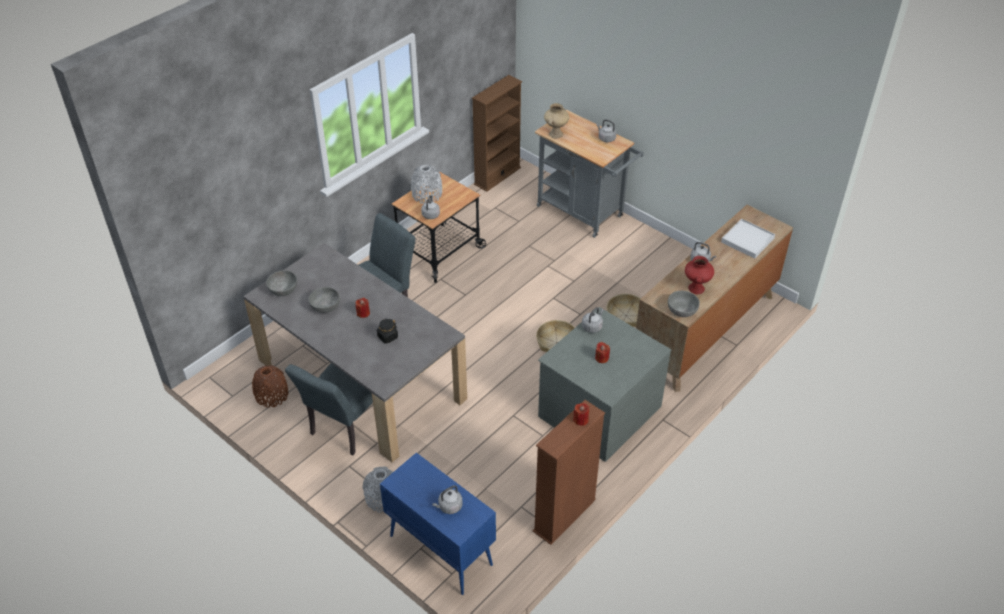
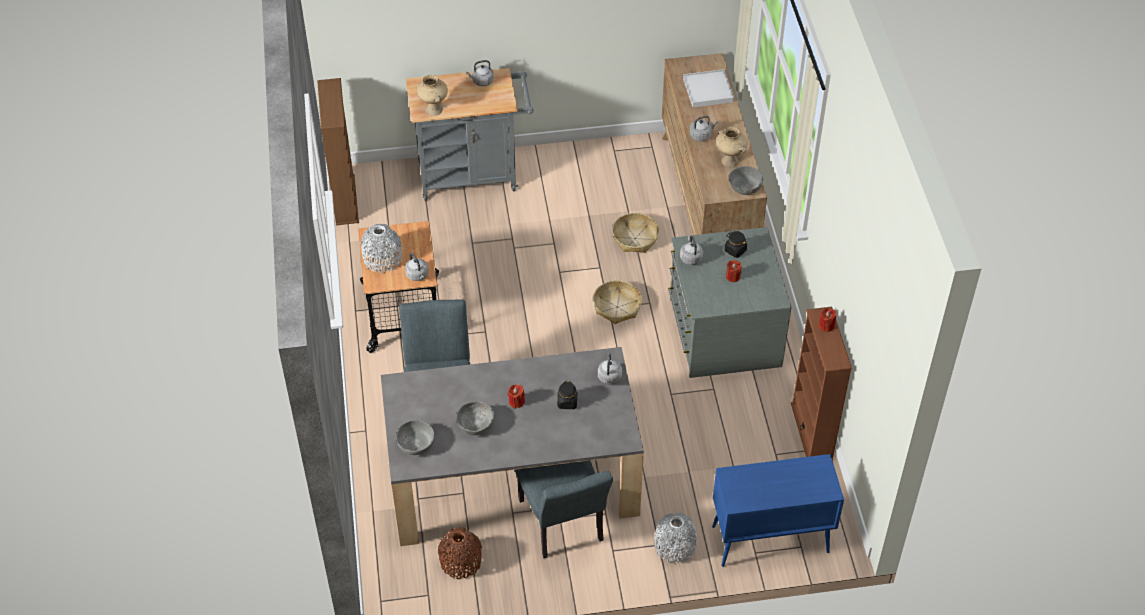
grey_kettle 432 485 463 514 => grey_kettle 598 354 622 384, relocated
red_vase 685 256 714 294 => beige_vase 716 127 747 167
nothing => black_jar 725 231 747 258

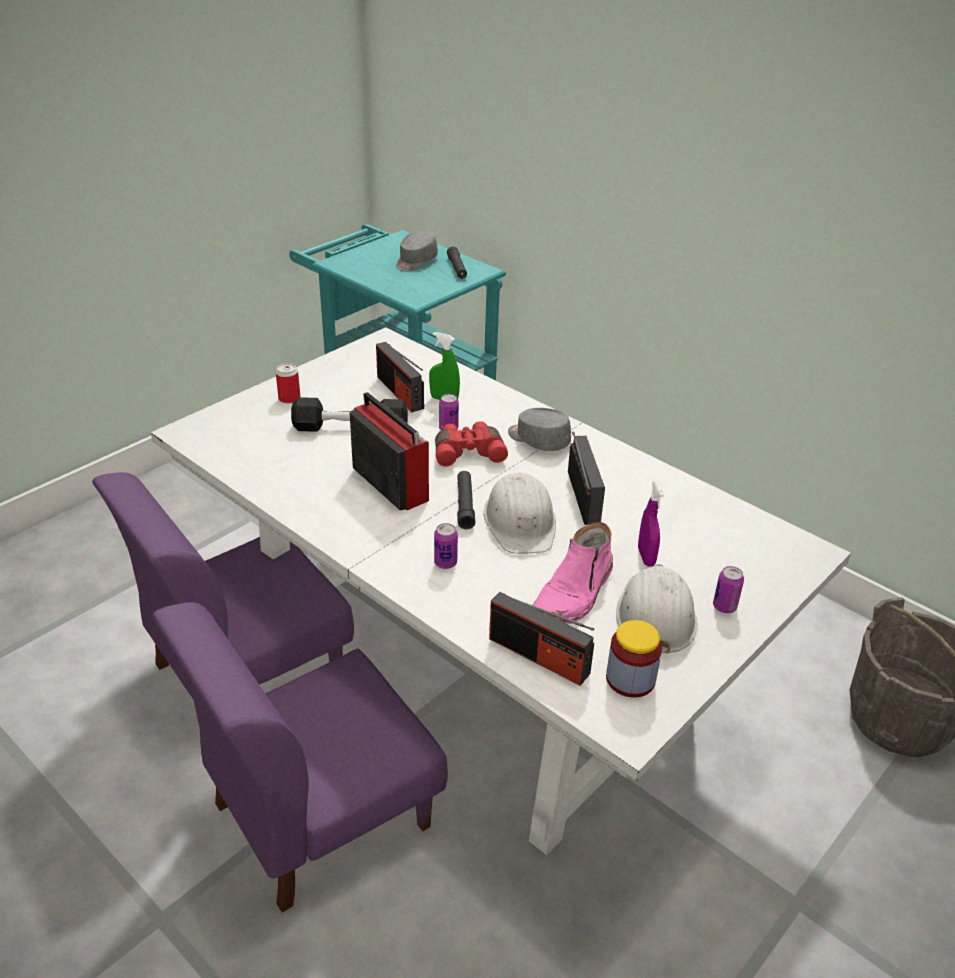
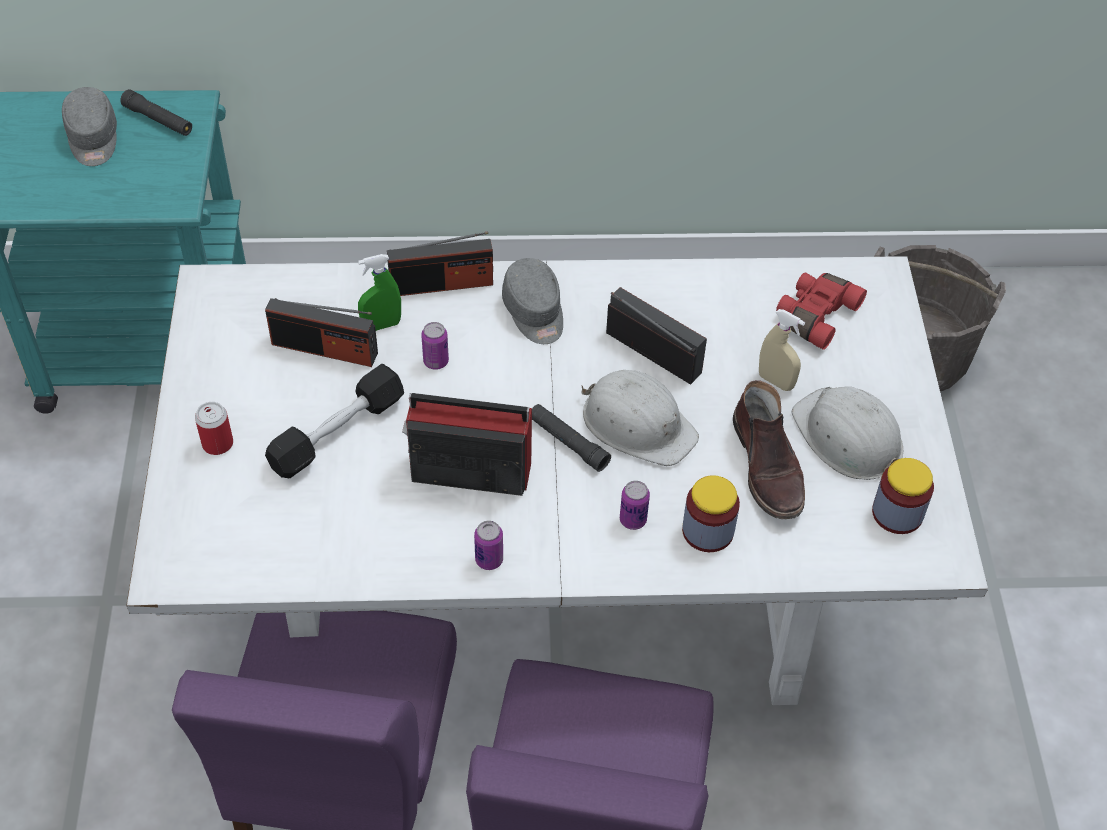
radio 489 592 594 686 => radio 387 231 493 296, relocated
can 713 566 744 613 => can 474 521 503 570, relocated
grey_cap 508 408 571 451 => grey_cap 502 258 563 344, 105 degrees counterclockwise
nothing => jar 682 475 740 552
pink_boot 533 522 613 624 => brown_boot 733 380 805 519
purple_spray_bottle 638 481 664 567 => beige_spray_bottle 759 309 805 391
red_binoculars 435 421 508 467 => red_binoculars 776 273 867 350, relocated

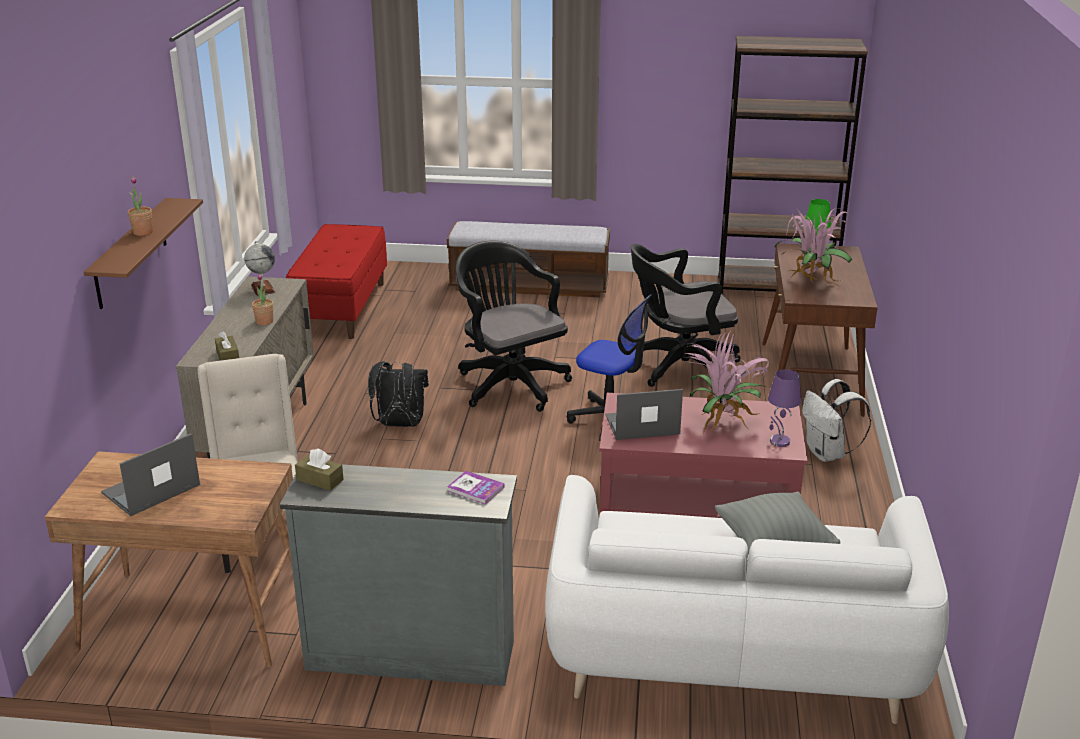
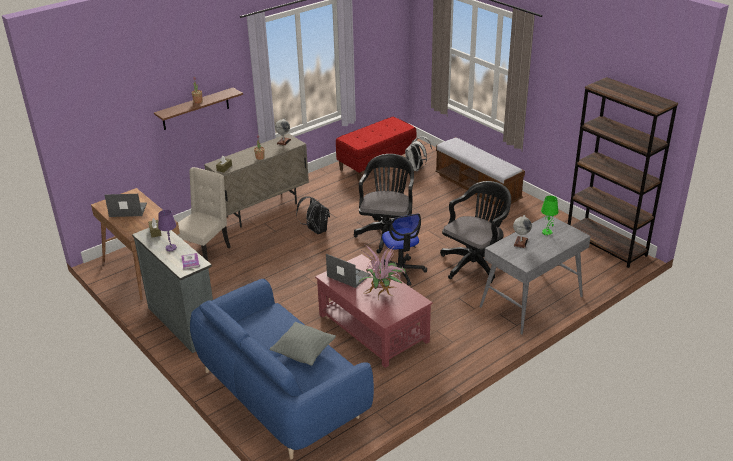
purple_table_lamp 768 369 801 447 => purple_table_lamp 158 210 177 251, relocated
white_sofa 545 475 949 724 => blue_sofa 190 279 374 459
white_backpack 802 379 871 462 => white_backpack 405 136 432 171, relocated
black_office_chair 631 244 741 387 => black_office_chair 440 181 511 283, 105 degrees clockwise
brown_desk 762 243 878 417 => grey_desk 480 216 591 335
potted_plant 775 208 852 286 => globe 513 215 532 248

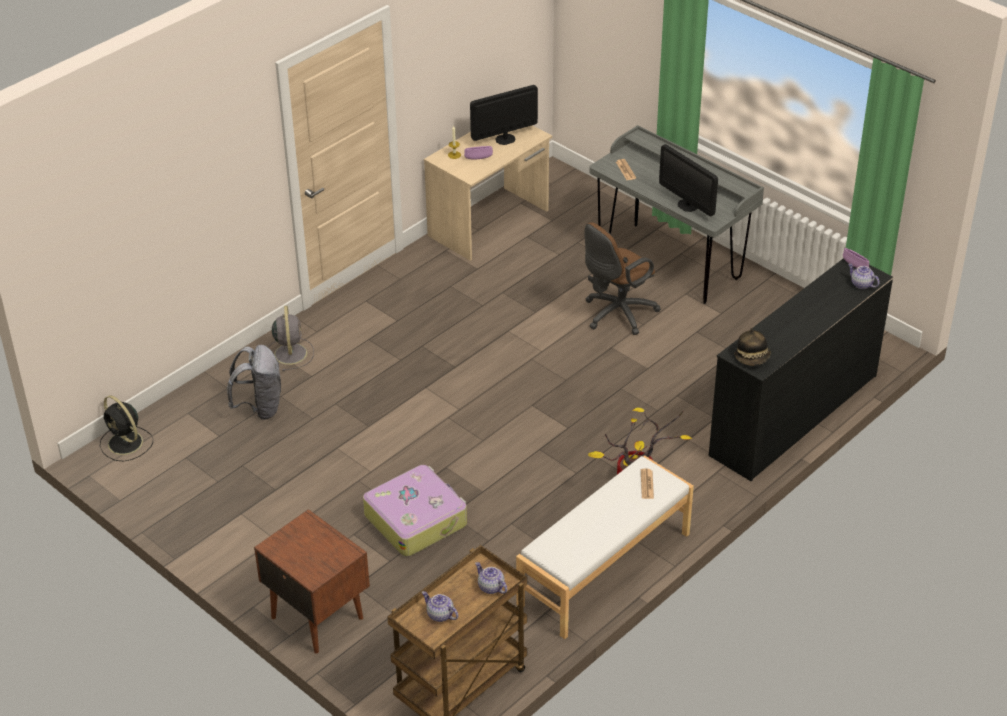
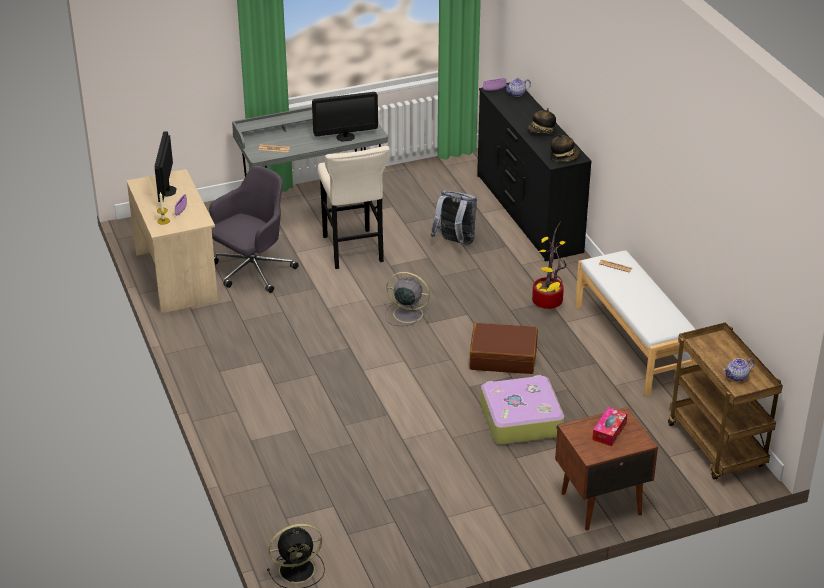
nothing => grey_office_chair 209 166 299 293
brown_office_chair 584 222 661 335 => beige_stool 318 146 390 269
grey_fan 268 306 314 371 => grey_fan 385 272 430 326, relocated
grey_backpack 227 345 281 420 => grey_backpack 431 191 477 245, relocated
nothing => brown_suitcase 469 323 538 374
nothing => hat 528 108 556 134
nothing => tissue_box 592 407 628 446
teapot 475 562 507 594 => nothing

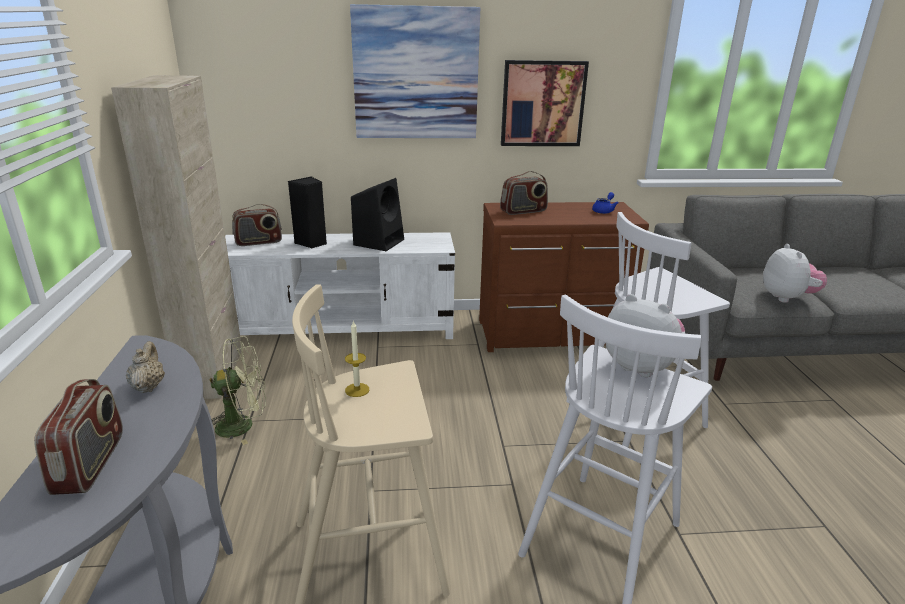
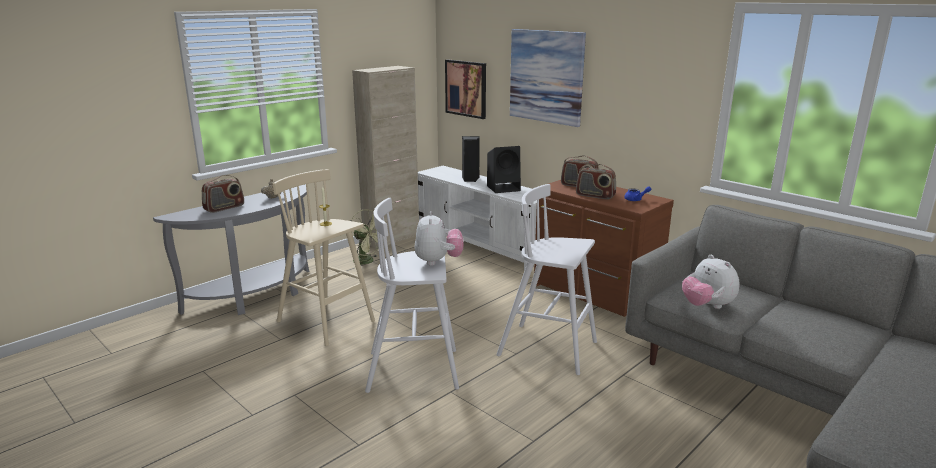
picture 501 60 589 146 => picture 445 60 486 119, relocated
radio 232 204 282 246 => radio 576 164 616 199, relocated
plush_toy 763 244 827 303 => plush_toy 682 255 740 309, 105 degrees clockwise

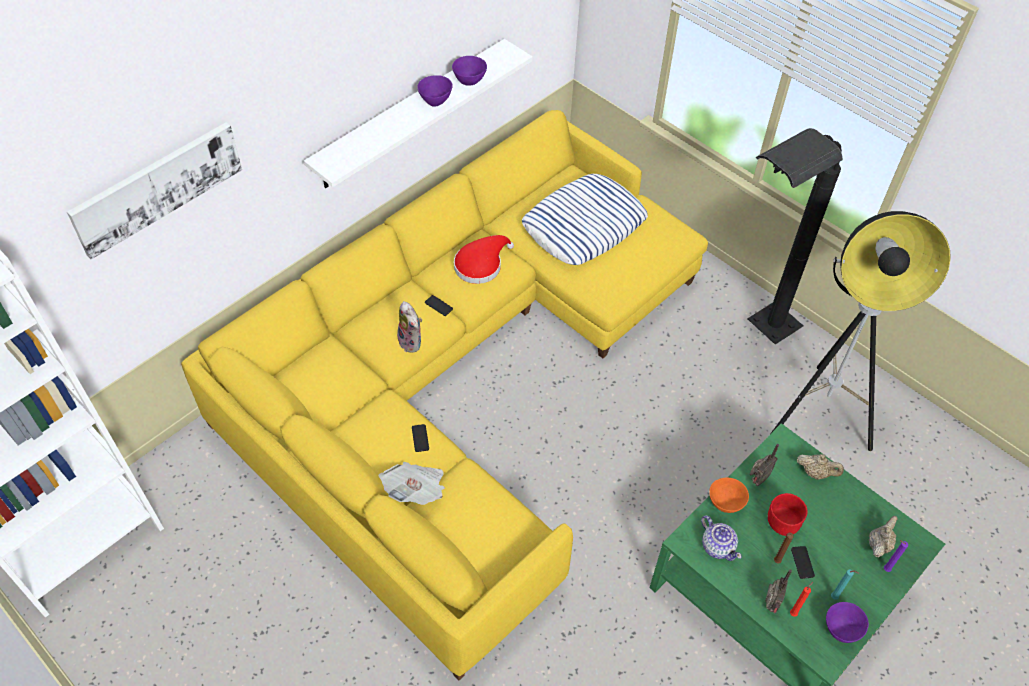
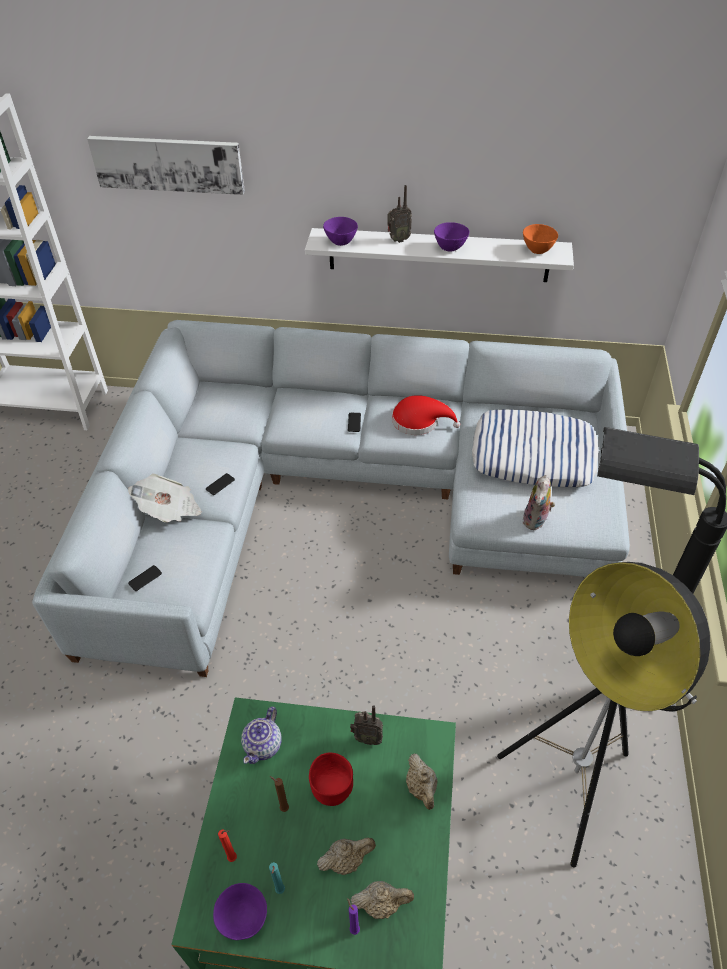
yellow_sofa 181 110 708 681 => grey_sofa 32 320 630 677
phone 791 546 815 579 => phone 128 565 162 591, relocated
nothing => beige_teapot 317 838 376 875
purple_bowl 452 56 487 86 => purple_bowl 323 217 358 246, relocated
radio 765 569 792 613 => radio 387 185 412 243, relocated
orange_bowl 709 477 749 513 => orange_bowl 523 224 558 254, relocated
plush_toy 397 301 422 353 => plush_toy 523 475 555 530, relocated

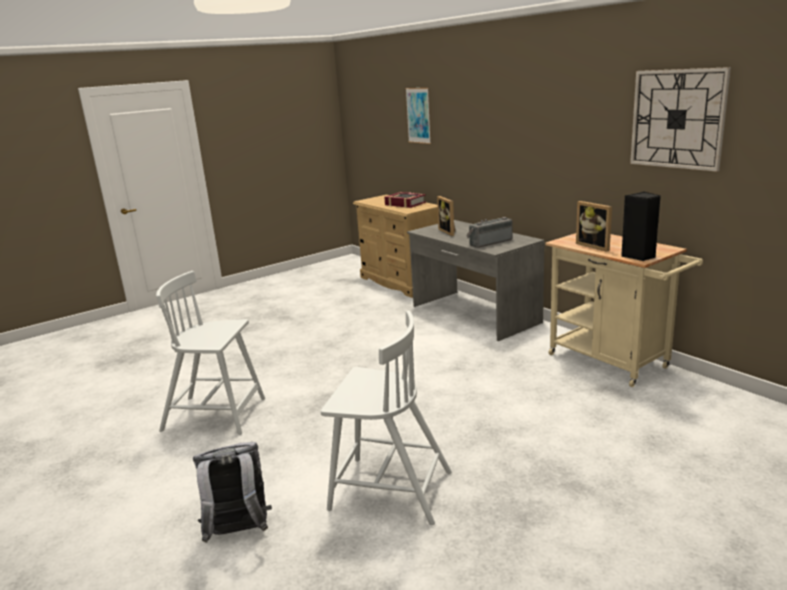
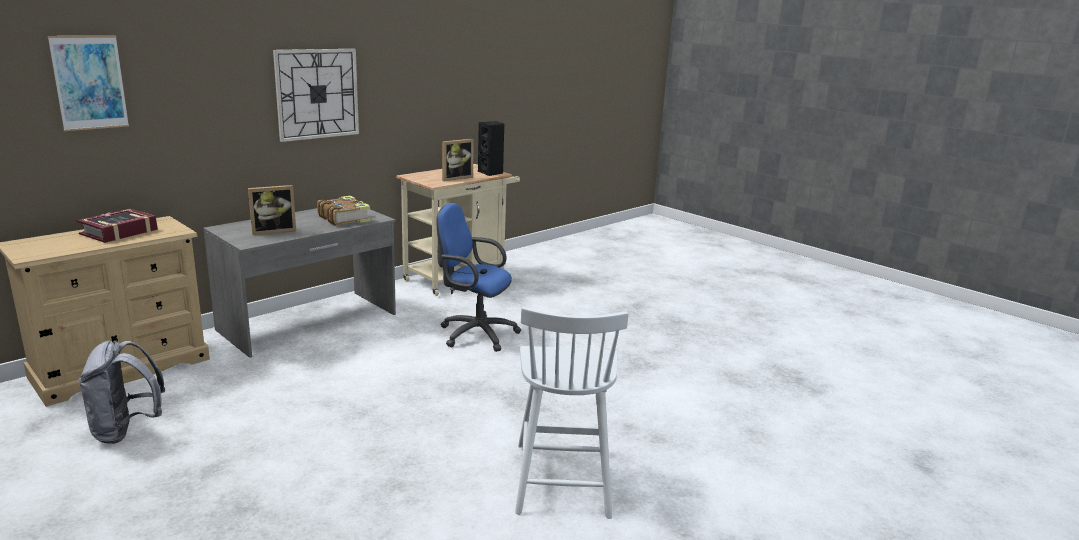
grey_backpack 193 442 272 543 => grey_backpack 78 341 165 444, relocated
wall_clock 630 67 731 172 => wall_clock 273 49 359 142, relocated
radio 466 217 512 248 => book 317 196 370 226
nothing => blue_office_chair 437 203 521 352
white_chair 321 311 452 525 => nothing

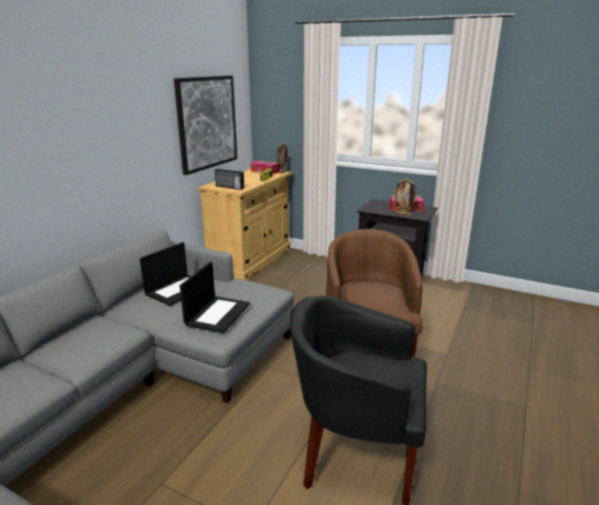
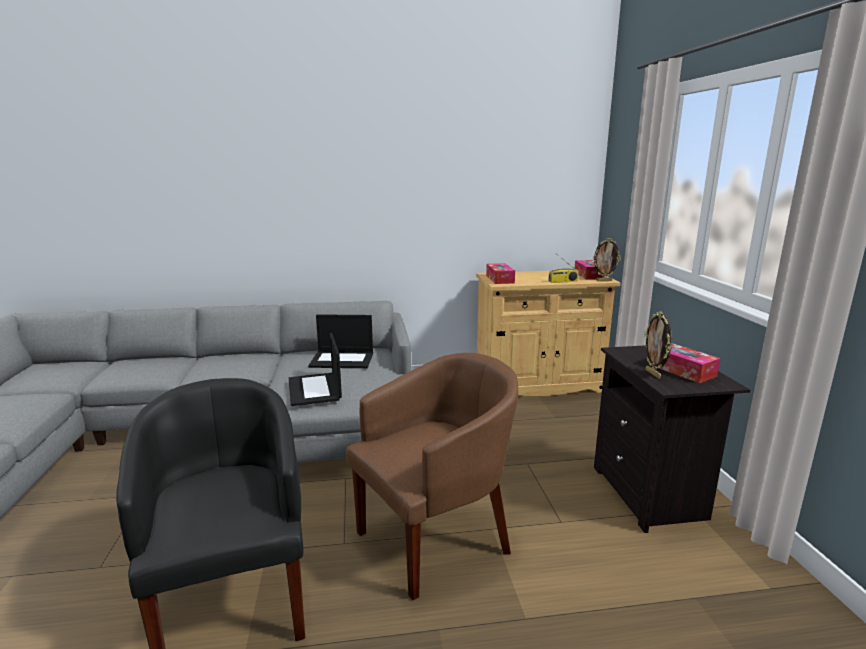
laptop 180 261 250 333 => laptop 289 333 342 406, 90 degrees clockwise
radio 215 169 244 190 => tissue_box 486 263 515 284
picture 174 76 237 175 => nothing

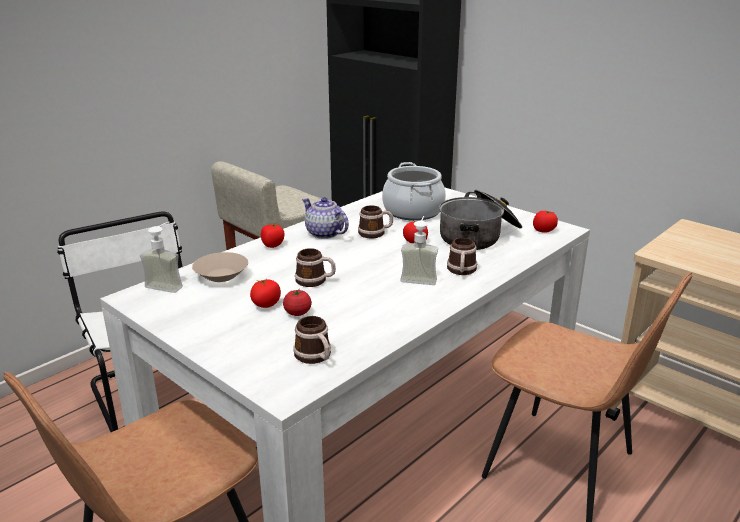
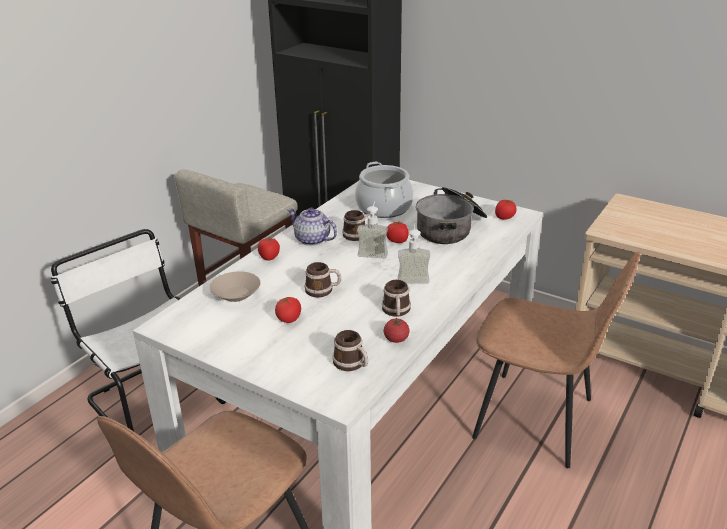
soap_dispenser 140 222 183 293 => soap_dispenser 357 201 388 258, relocated
mug 447 238 477 275 => mug 382 280 411 317, relocated
tomato 283 289 312 316 => tomato 384 317 410 343, relocated

